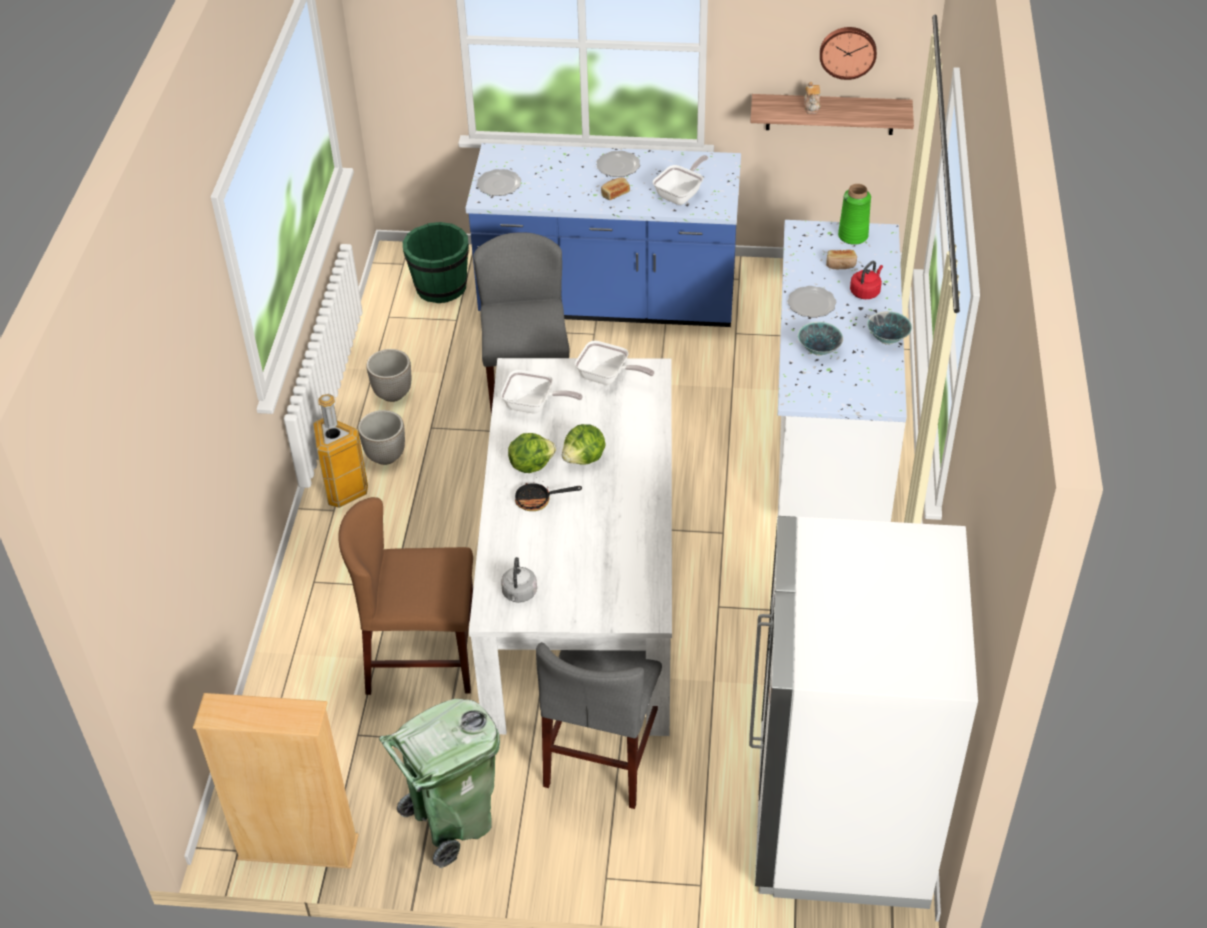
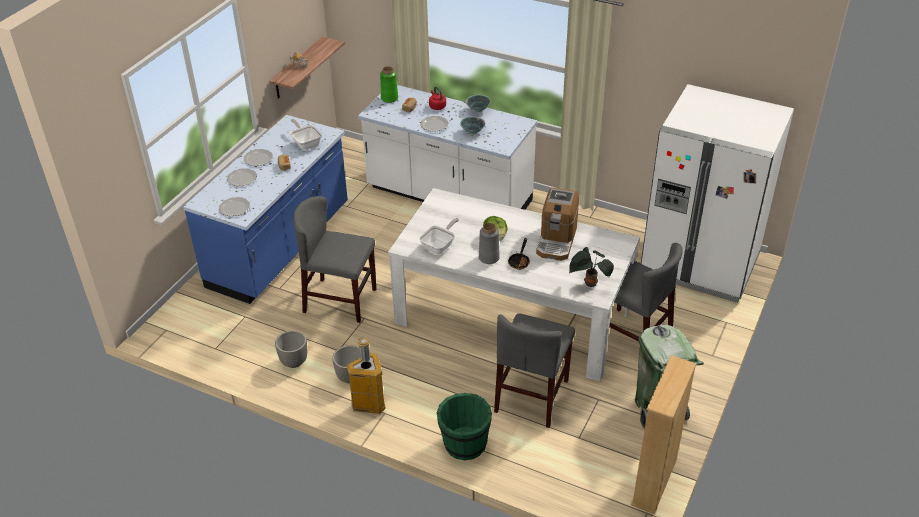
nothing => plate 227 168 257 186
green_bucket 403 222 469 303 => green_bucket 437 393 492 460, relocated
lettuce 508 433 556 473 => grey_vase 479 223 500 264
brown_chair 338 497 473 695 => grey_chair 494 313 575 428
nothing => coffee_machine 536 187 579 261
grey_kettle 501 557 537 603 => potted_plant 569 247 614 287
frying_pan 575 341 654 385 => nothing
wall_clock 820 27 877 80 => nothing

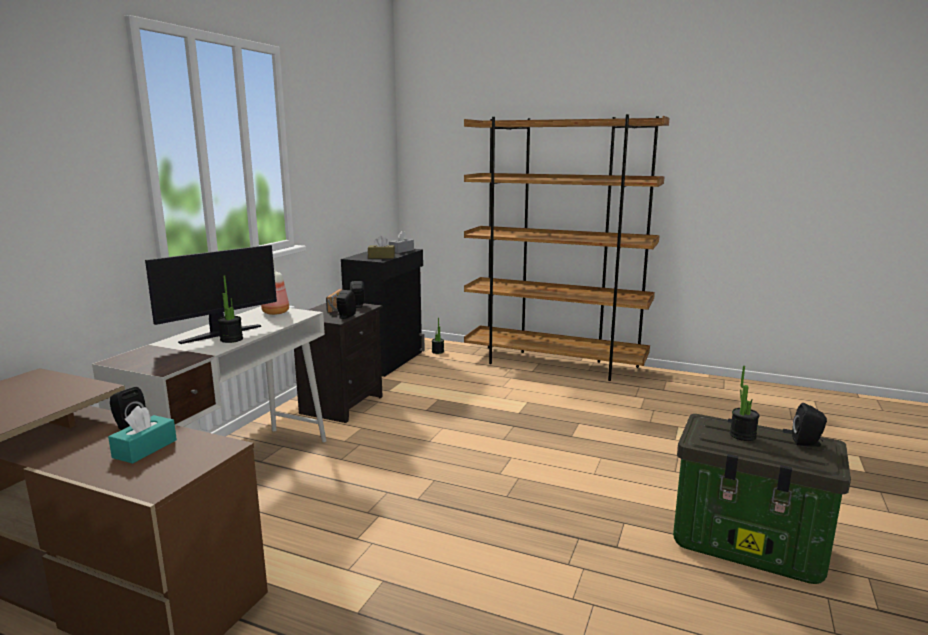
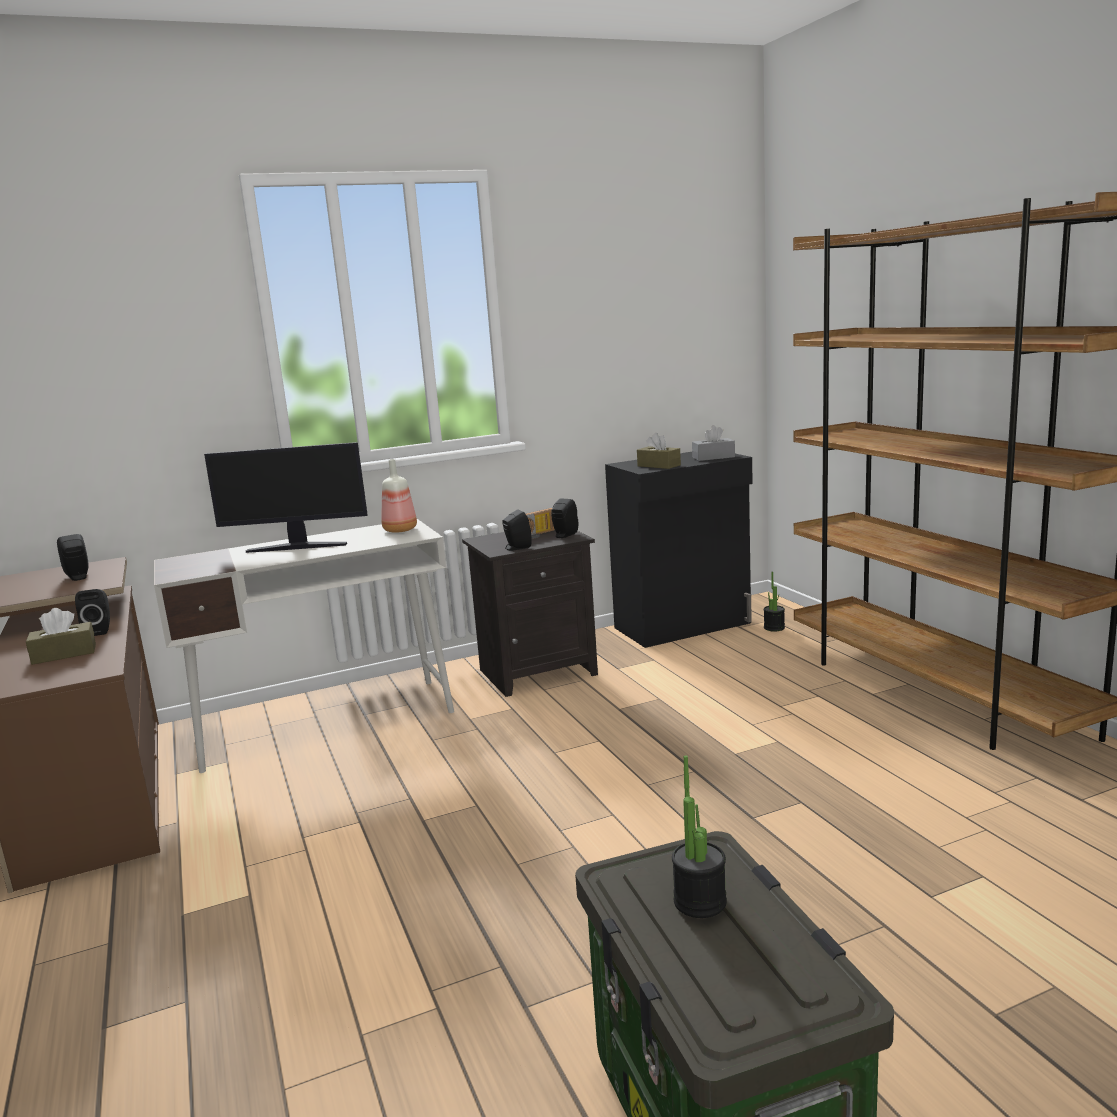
turquoise_tissue_box 108 406 177 464 => brown_tissue_box 26 608 96 665
black_speaker 792 403 827 447 => black_speaker 57 534 89 581, relocated
potted_plant 218 275 243 343 => nothing

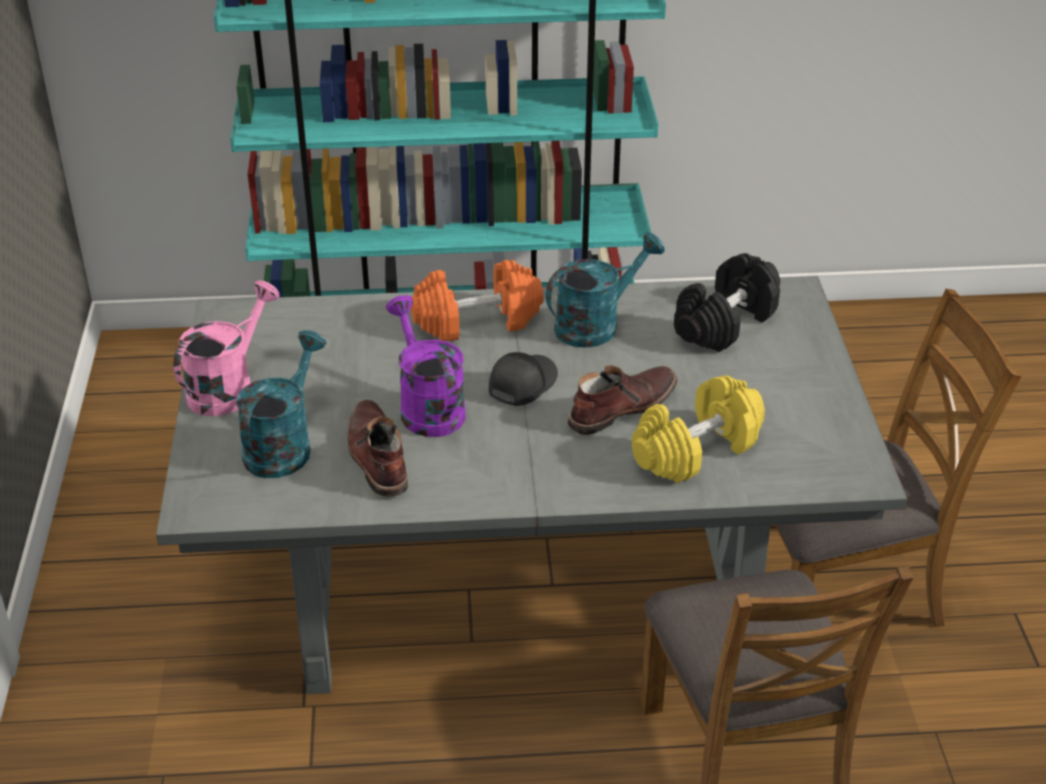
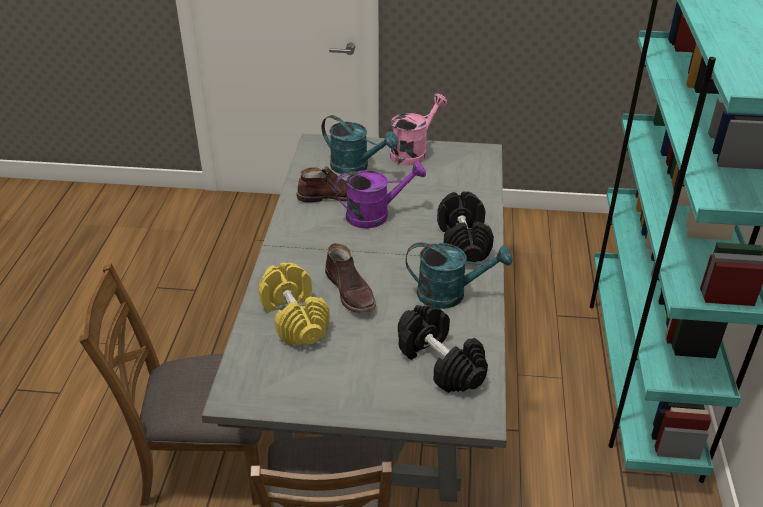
pink_watering_can 173 280 280 416 => pink_watering_can 389 94 447 166, 90 degrees counterclockwise
turquoise_watering_can 546 232 665 348 => turquoise_watering_can 406 242 512 309, 60 degrees counterclockwise
orange_dumbbell 411 260 544 341 => black_dumbbell 437 192 494 262
black_cap 489 352 558 406 => nothing

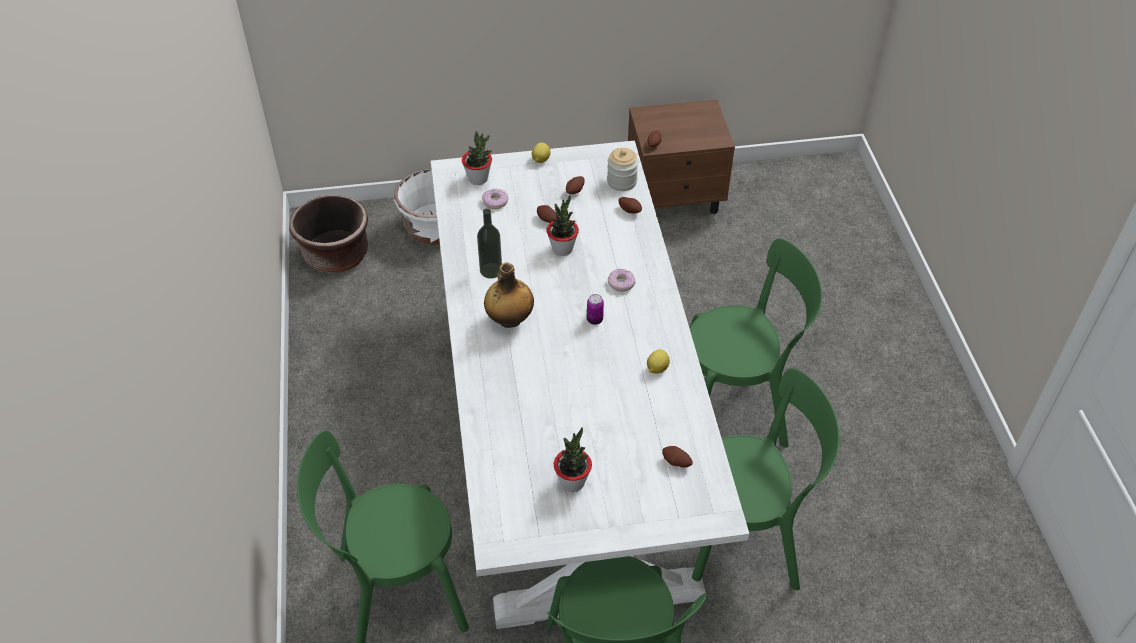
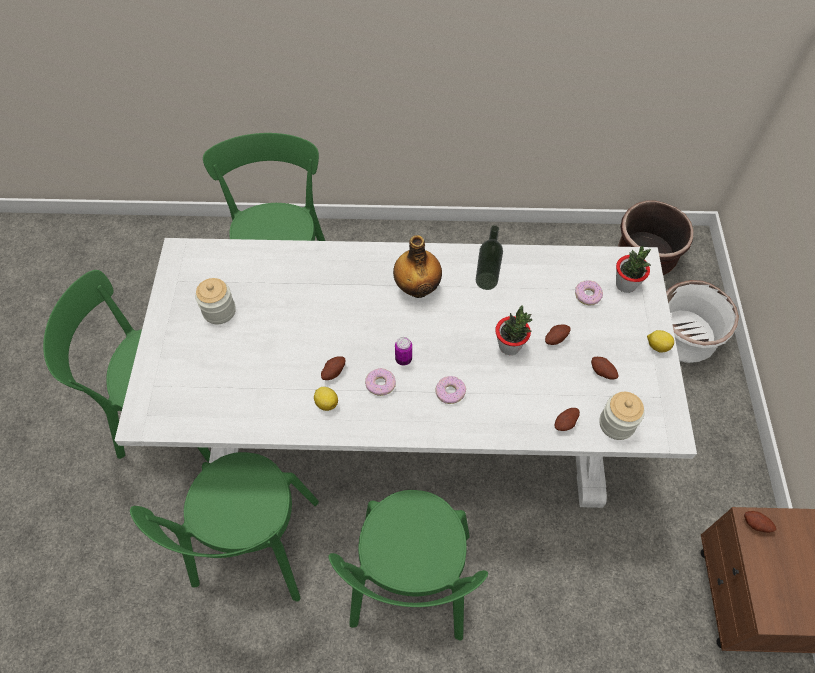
potted_plant 554 427 592 492 => jar 195 278 236 324
potato 662 446 693 468 => potato 321 356 346 380, relocated
nothing => donut 365 368 396 396

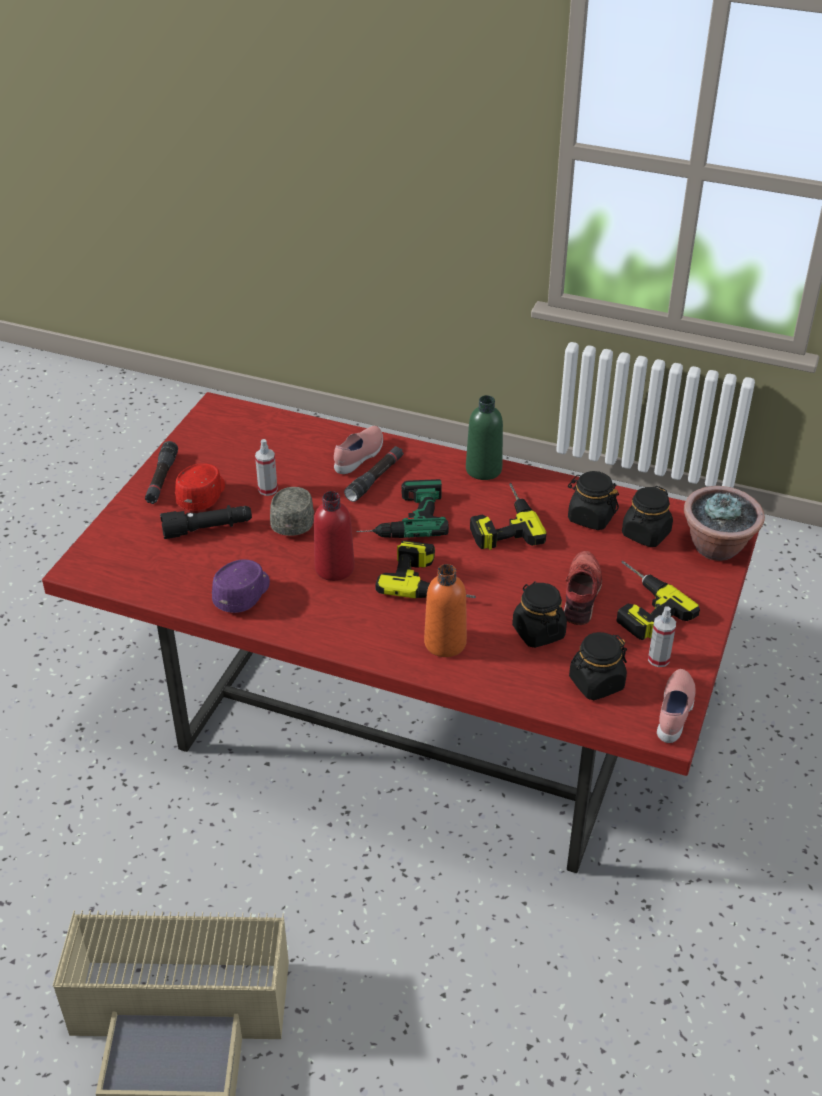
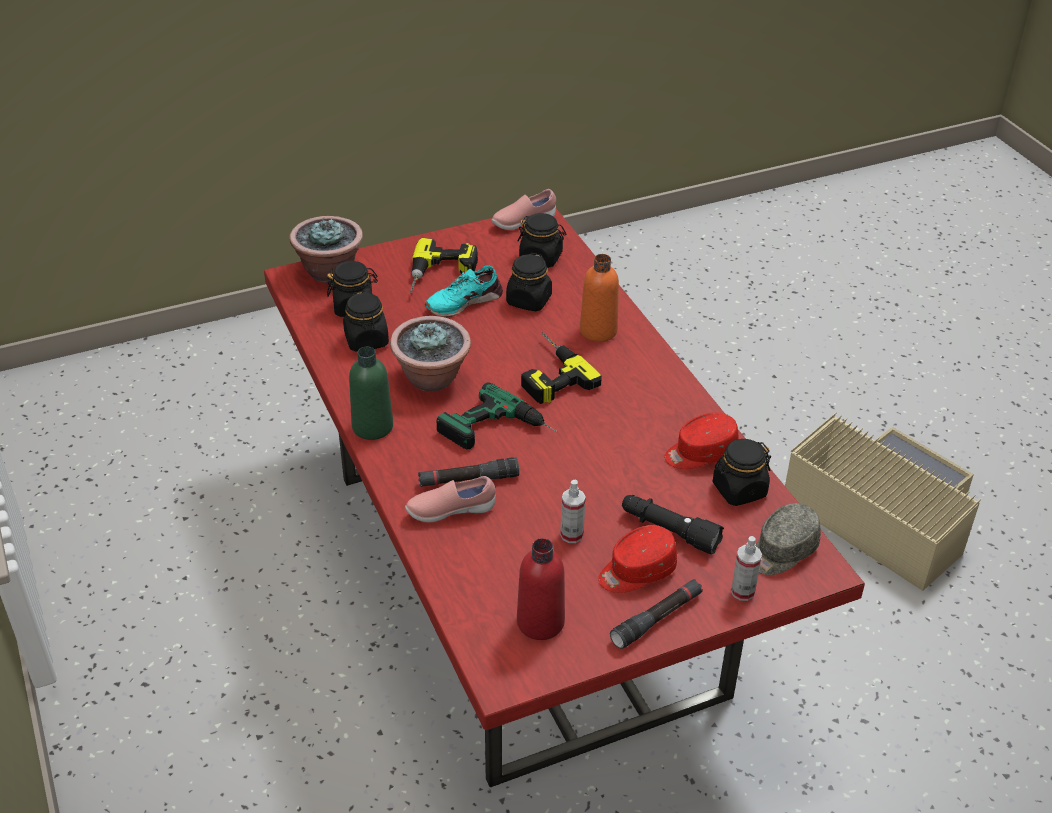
power_drill 470 483 547 550 => potted_plant 390 316 471 392
red_shoe 564 551 602 625 => turquoise_shoe 425 265 503 317
red_bottle 314 491 355 581 => red_bottle 517 538 565 640, relocated
purple_cap 212 560 270 613 => red_cap 664 412 739 469
nothing => black_jar 713 439 771 506
spray_bottle 648 606 676 667 => spray_bottle 731 536 762 601, relocated
grey_cap 270 487 314 536 => grey_cap 756 503 821 575, relocated

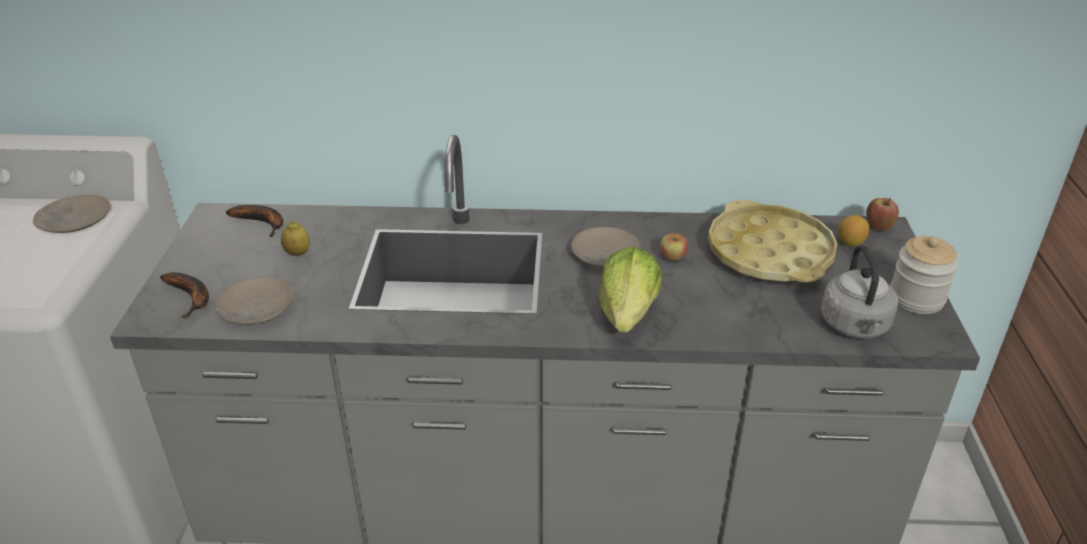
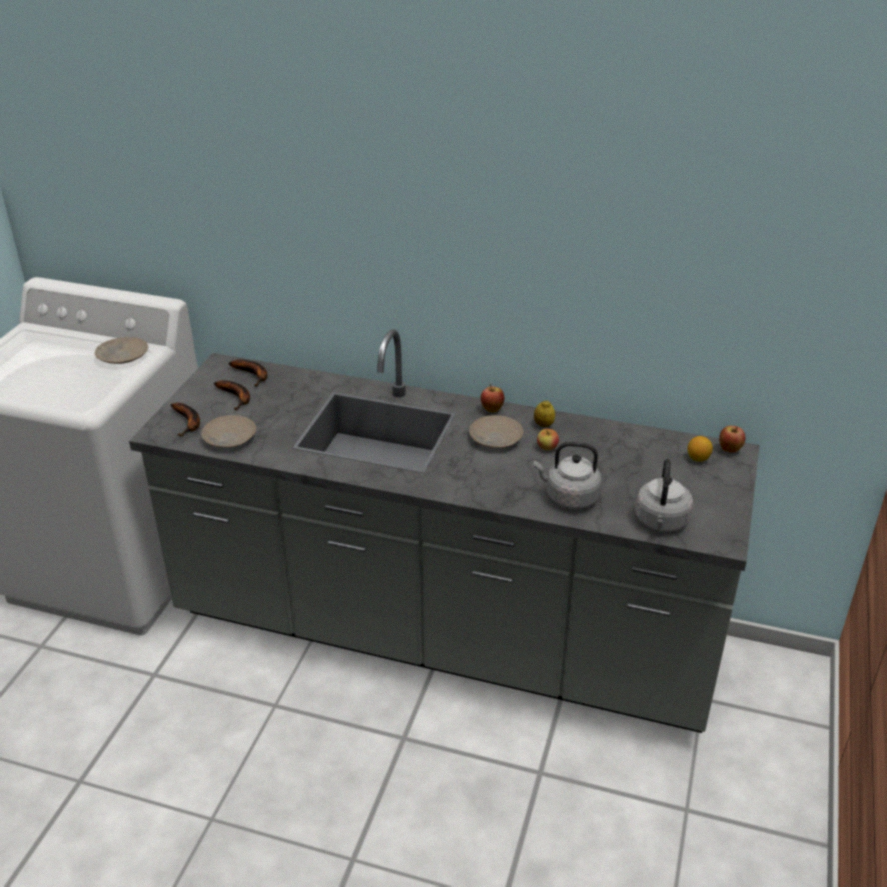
nothing => banana 214 380 250 410
nothing => apple 481 384 504 412
lemon 281 221 310 256 => lemon 534 401 555 427, relocated
nothing => grey_kettle 534 442 602 509
lettuce 599 246 662 332 => nothing
yellow_tray 708 200 838 282 => nothing
jar 890 236 958 314 => nothing

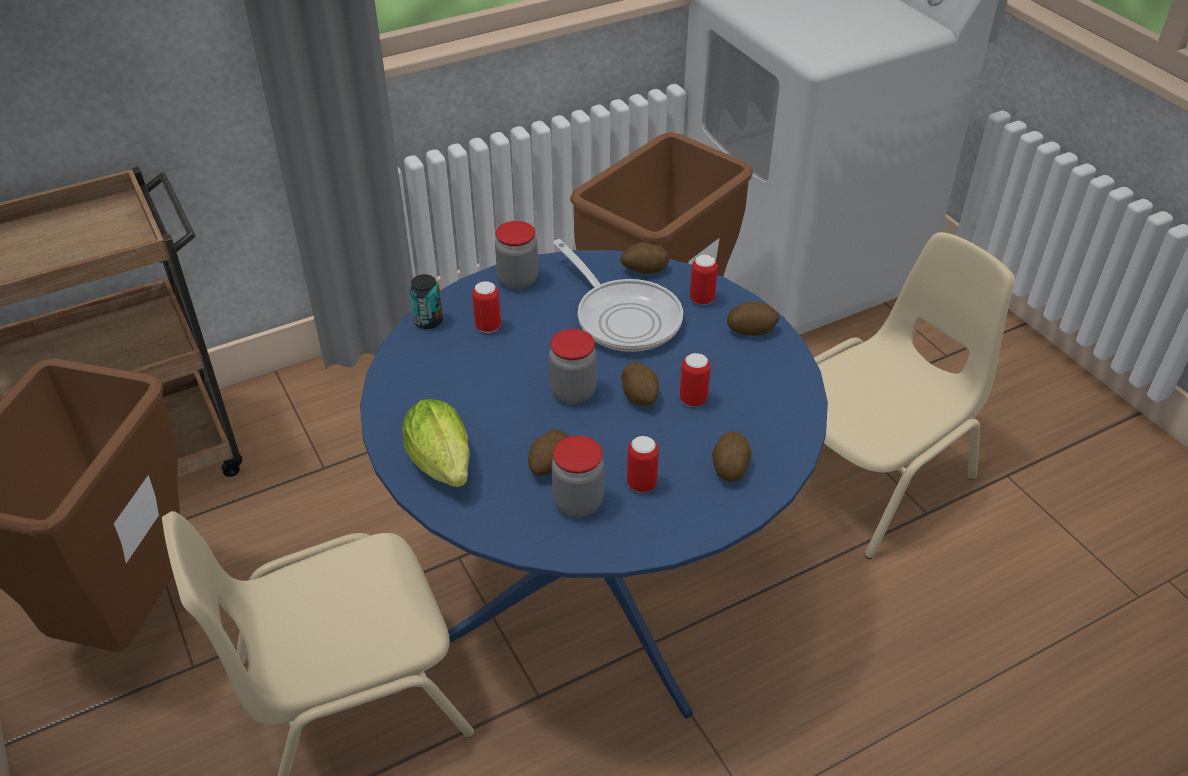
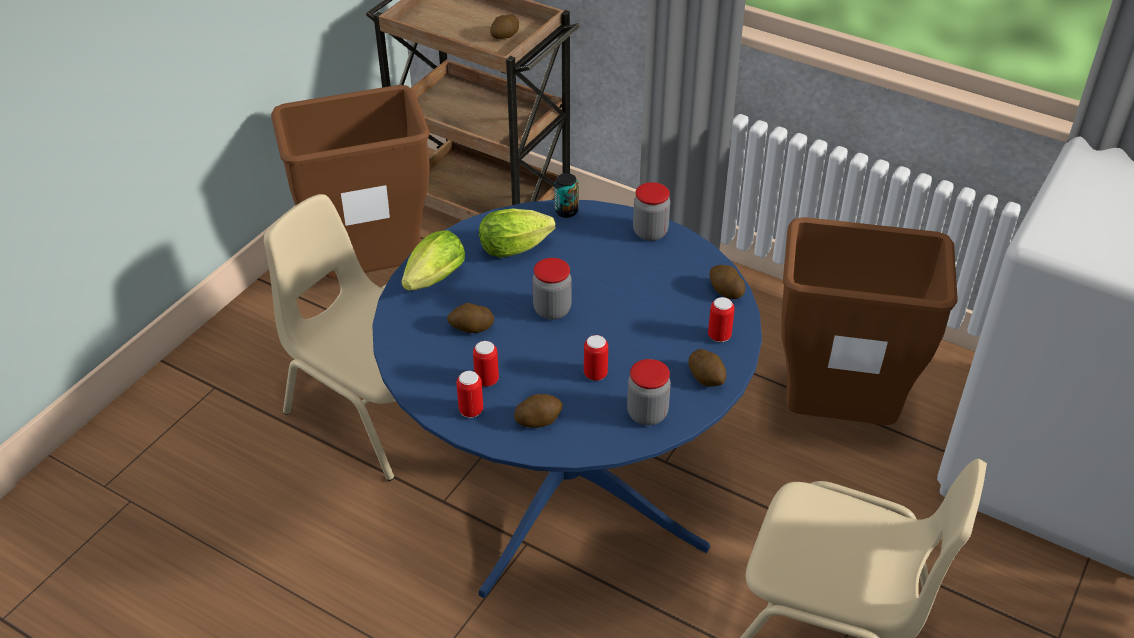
can 472 281 501 333 => can 456 371 483 418, relocated
nothing => lettuce 479 209 555 258
potato 621 362 659 406 => potato 490 14 519 39, relocated
jar 552 436 604 517 => jar 627 359 671 425, relocated
frying_pan 553 239 683 352 => nothing

